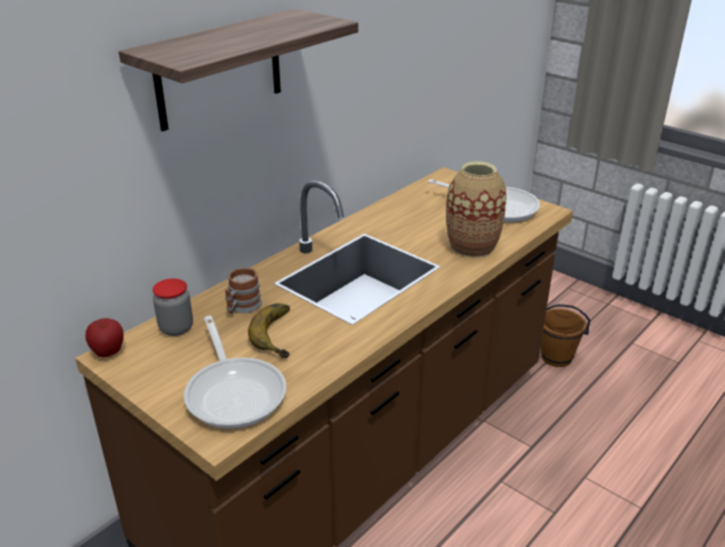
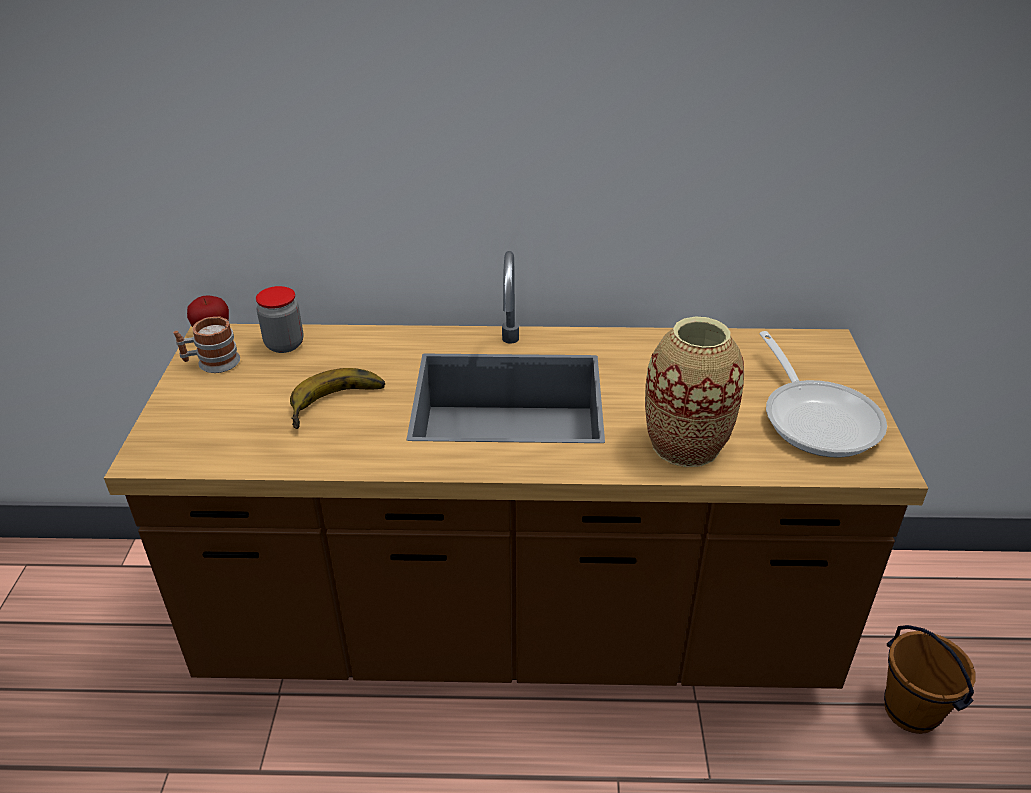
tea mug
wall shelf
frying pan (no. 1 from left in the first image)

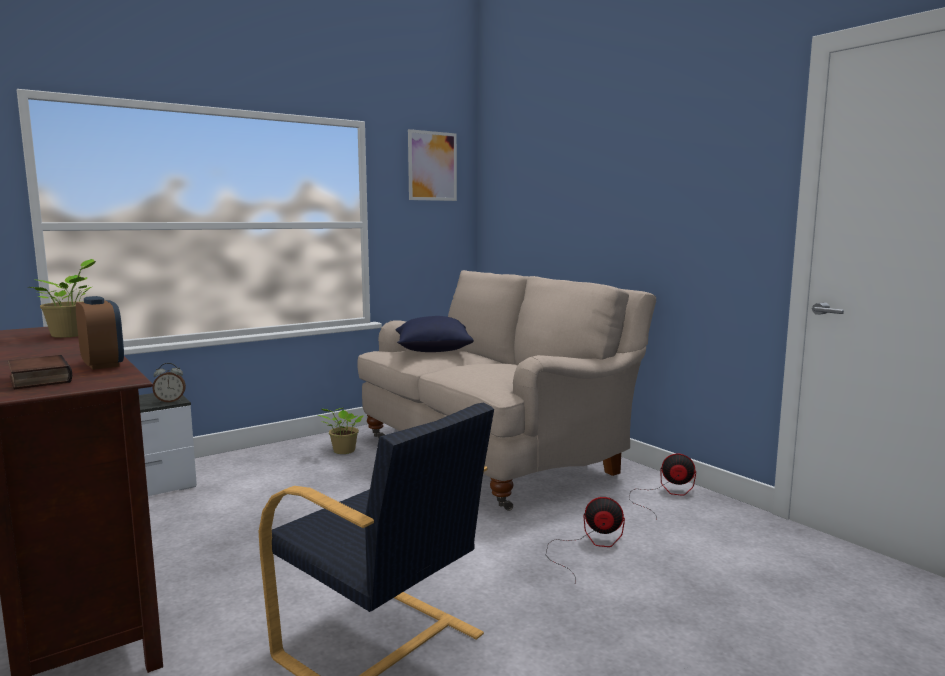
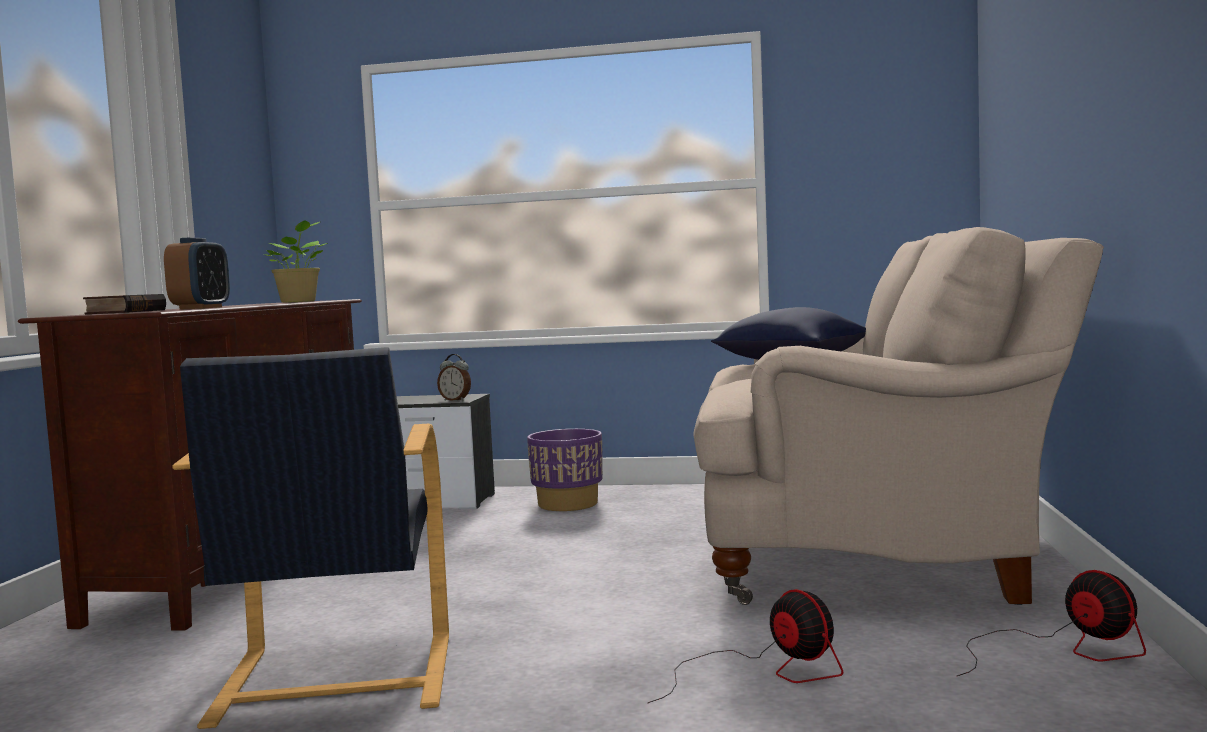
planter (purple)
potted plant (no. 2 from left in the first image)
picture

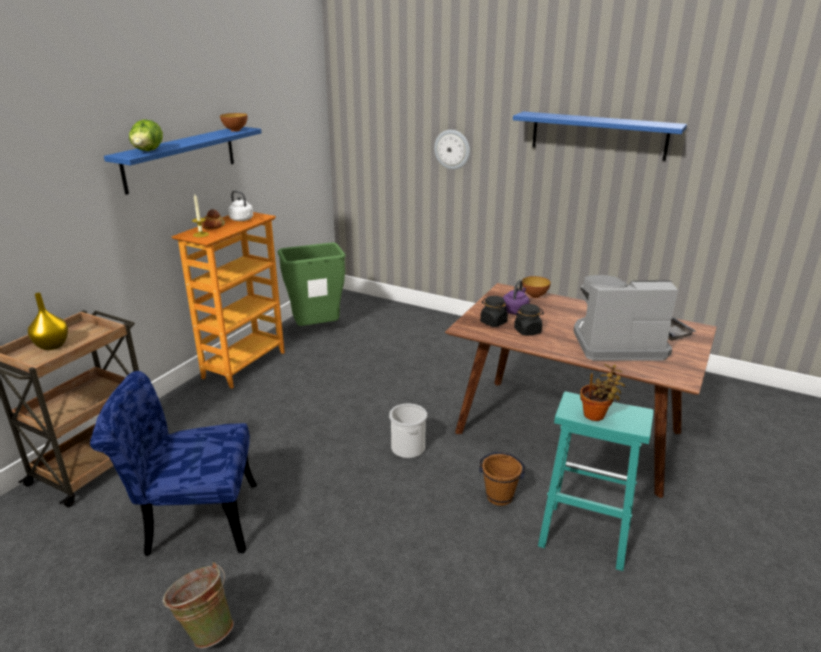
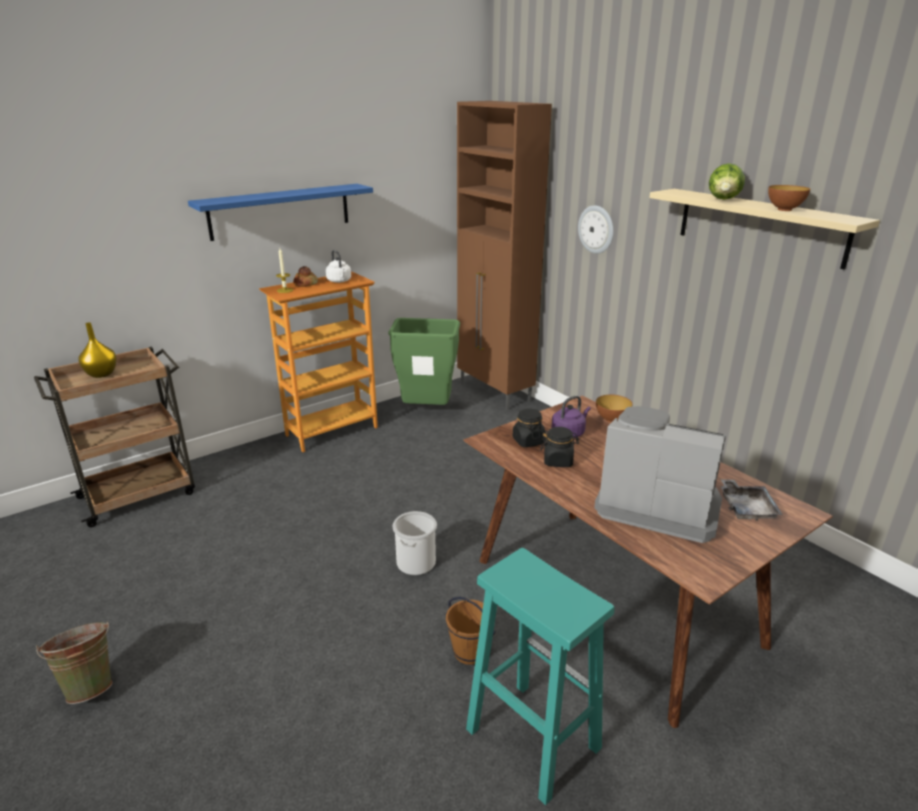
cabinet (brown-coloured)
wall shelf (sand-coloured)
lettuce head
bowl (no. 2 from left)
upright chair (blue-coloured)
potted plant

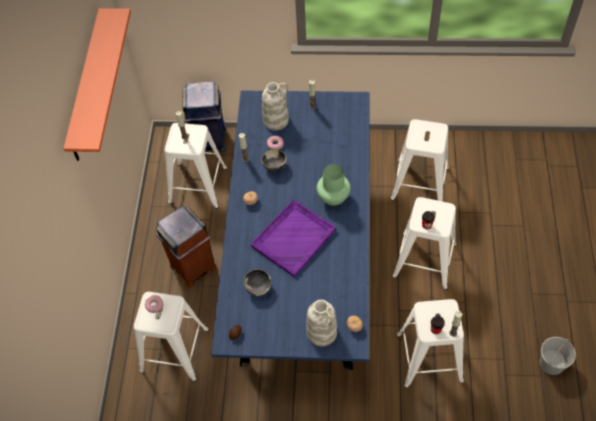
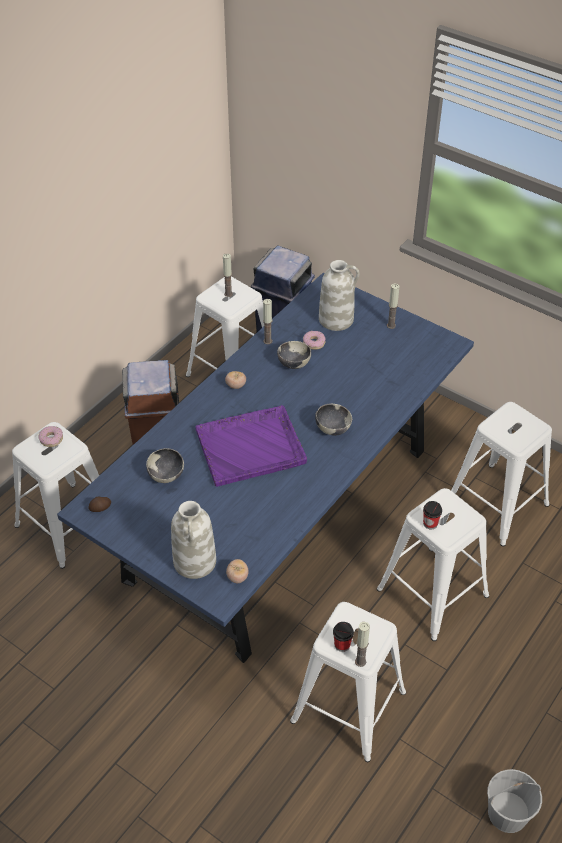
bowl (no. 3 from left)
wall shelf

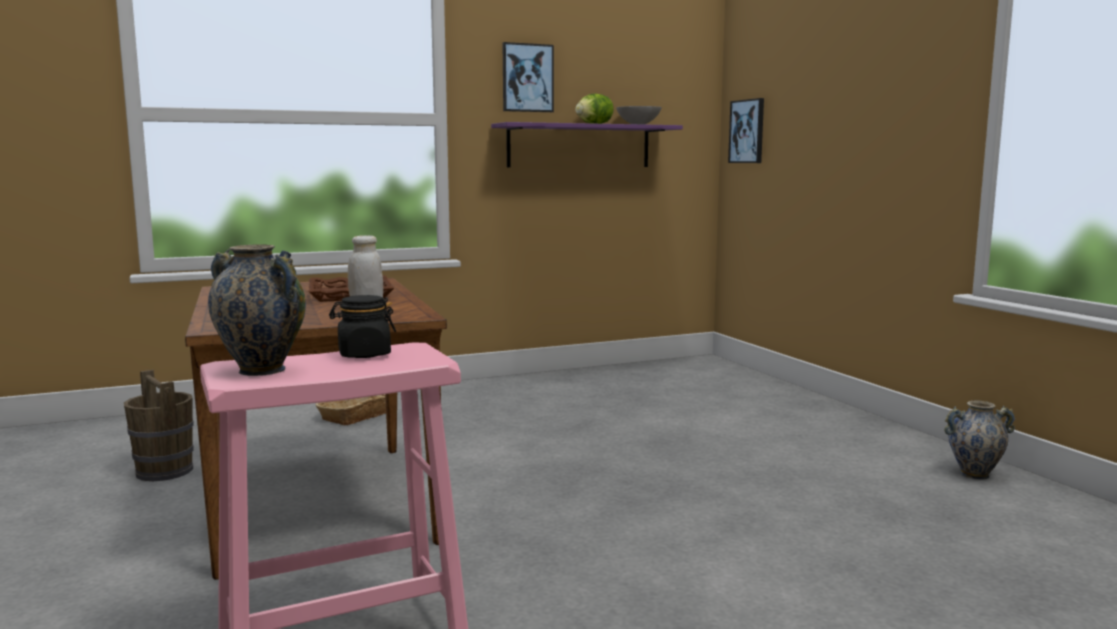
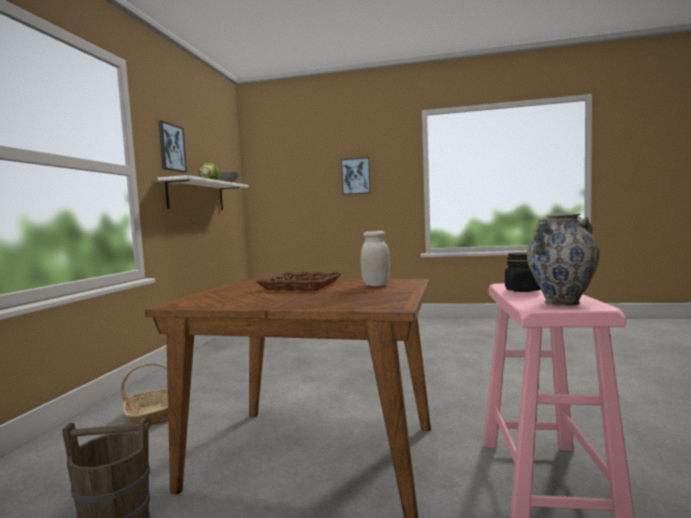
wall shelf (whitish)
picture (no. 2 from left)
decorative vase (no. 2 from left in the first image)

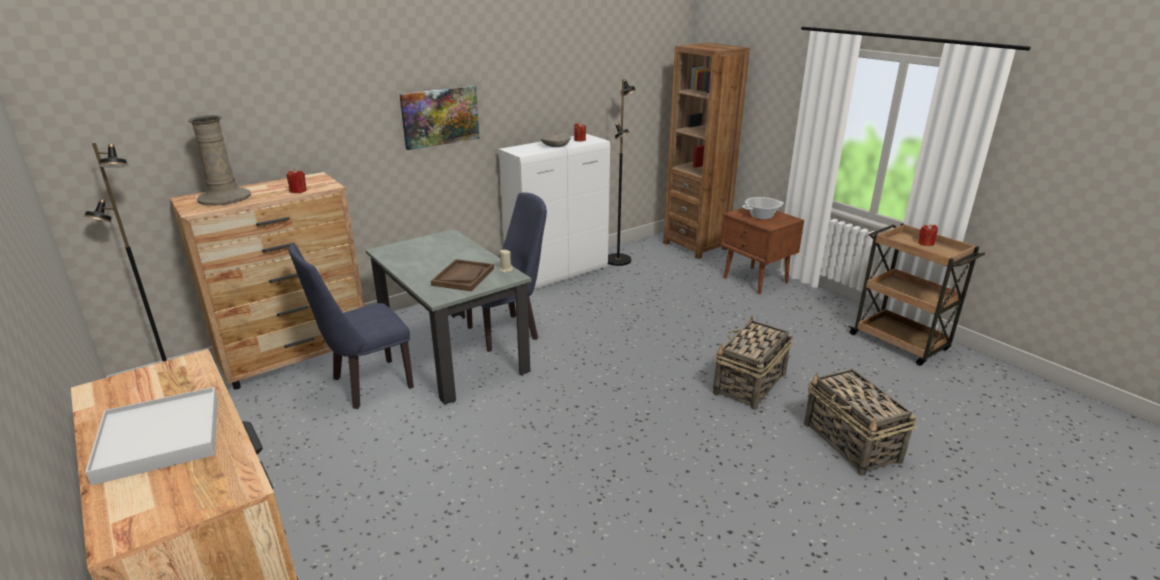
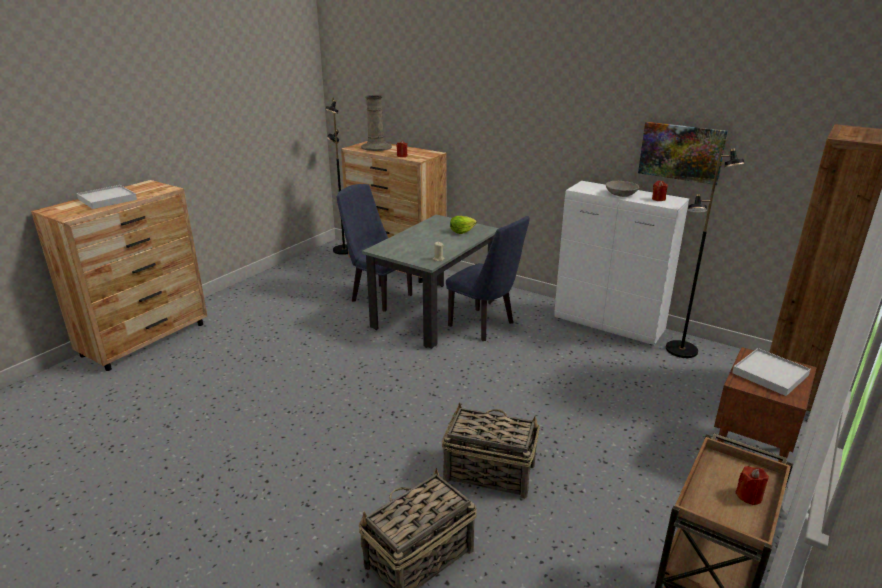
lettuce head
picture
tray (whitish) (no. 2 from left)
tray (brown-coloured)

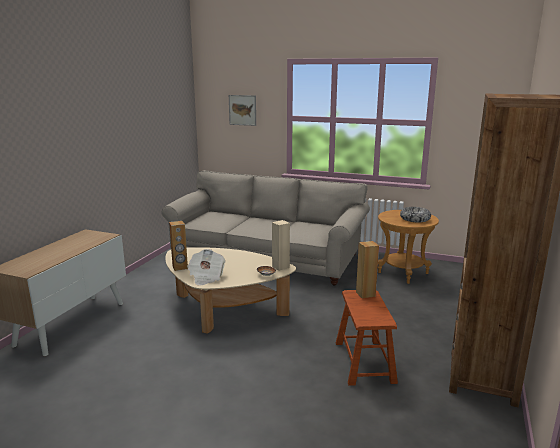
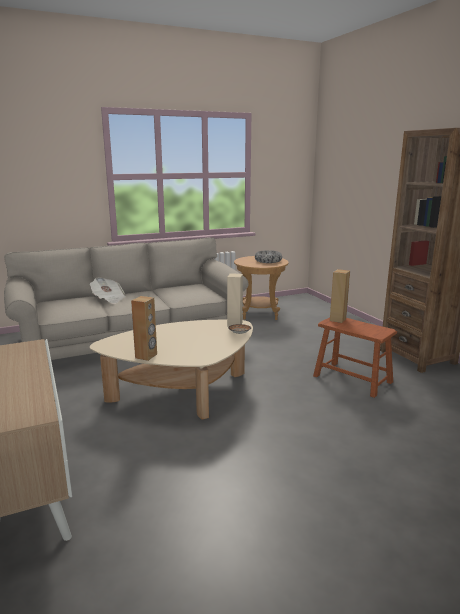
daily paper
picture

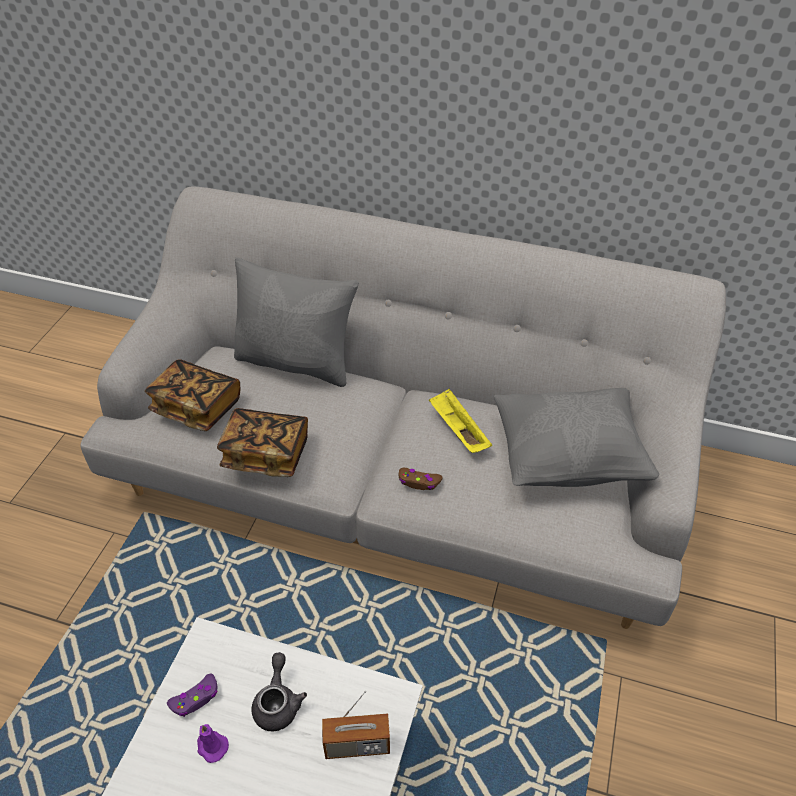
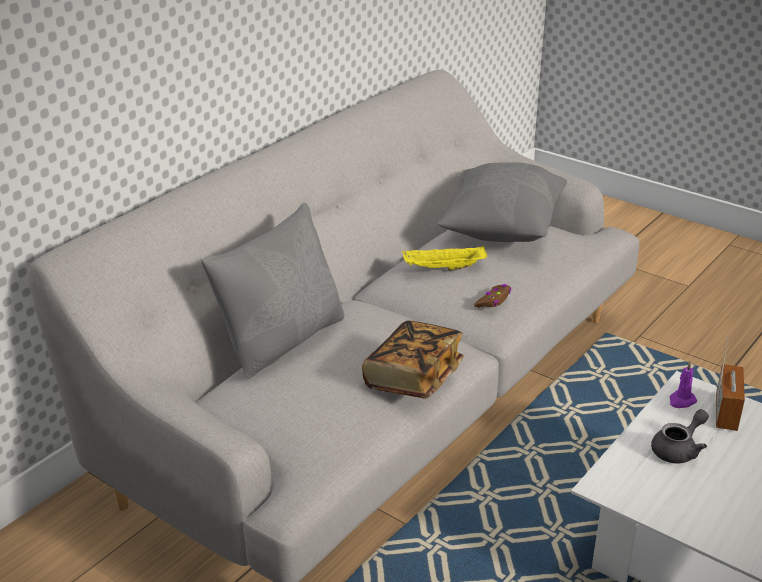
pot for tea (grey)
wax candle (purple)
bound book (no. 1 from left in the first image)
gamepad (purple)

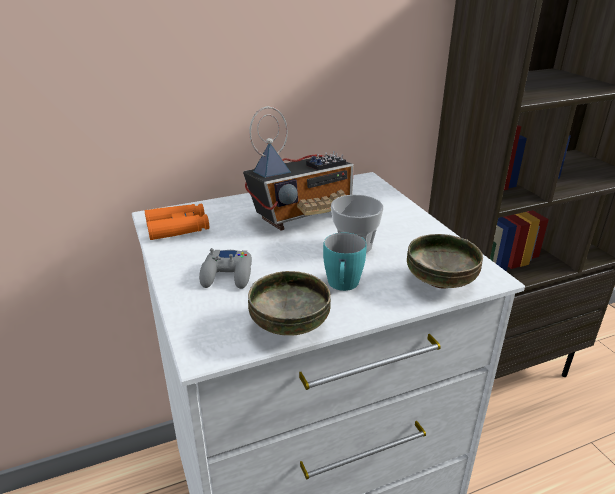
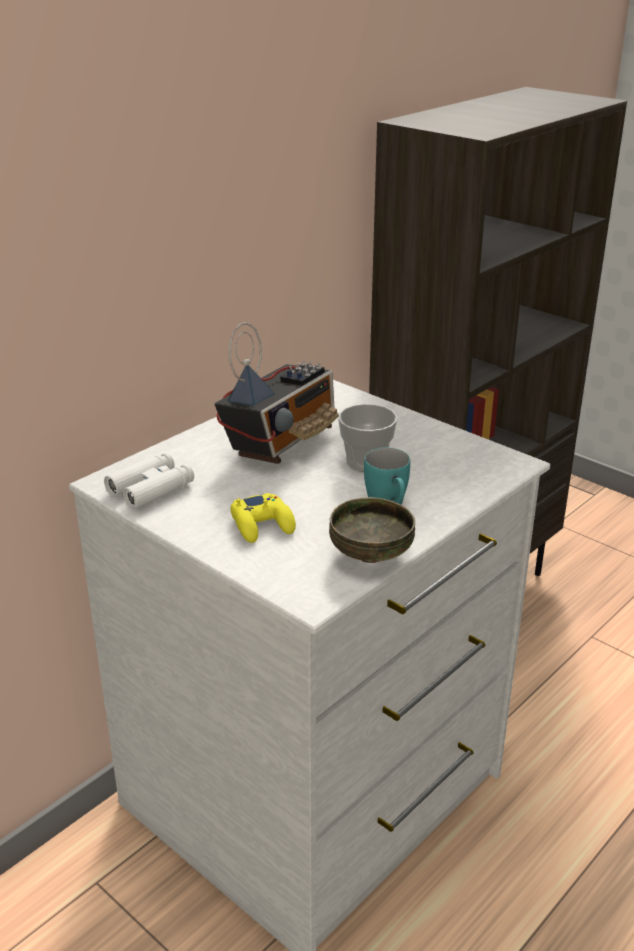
binoculars (whitish)
gamepad (yellow-coloured)
bowl (no. 2 from left in the first image)

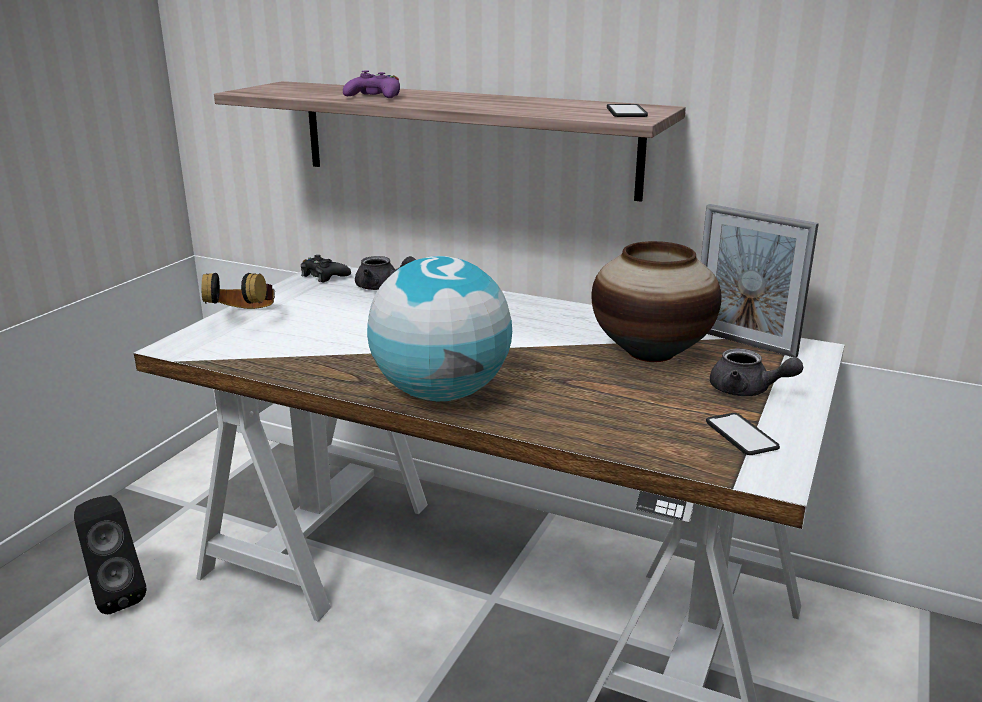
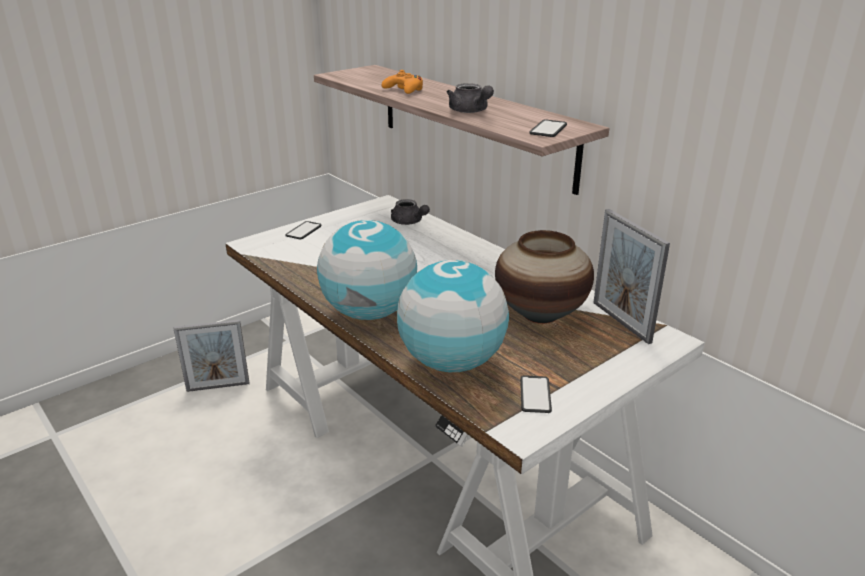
standing frame (no. 1 from left)
handset (no. 1 from left)
gamepad (orange-coloured)
desk globe (no. 2 from left)
pot for tea (grey) (no. 2 from left)
gamepad (black)

